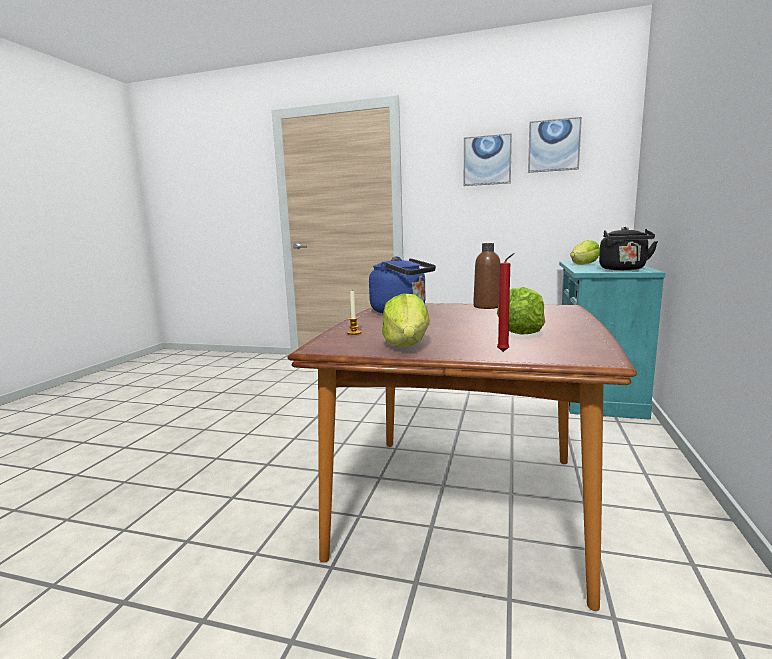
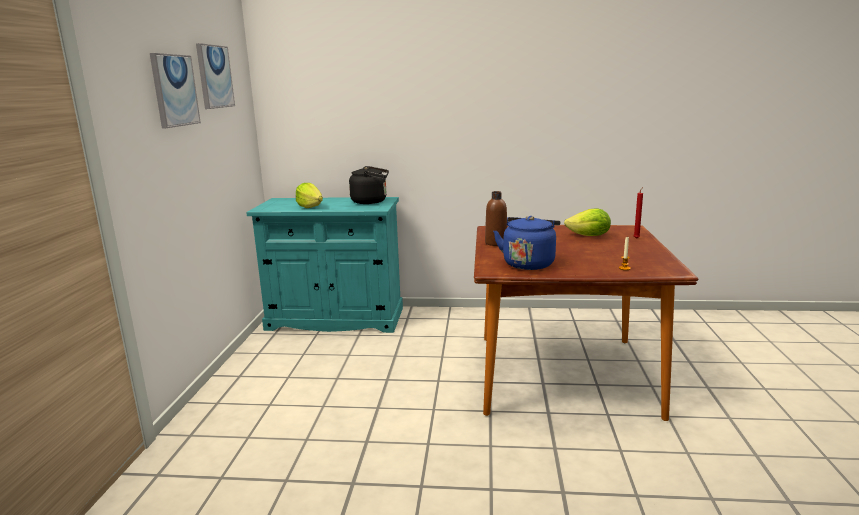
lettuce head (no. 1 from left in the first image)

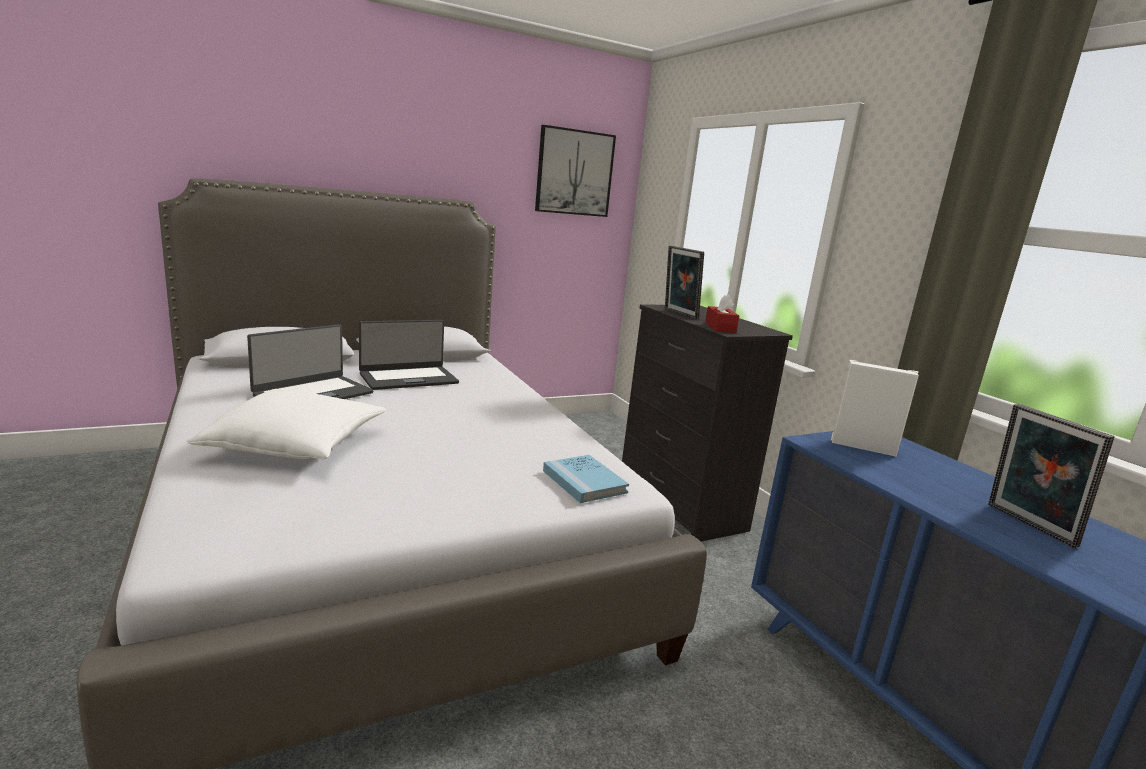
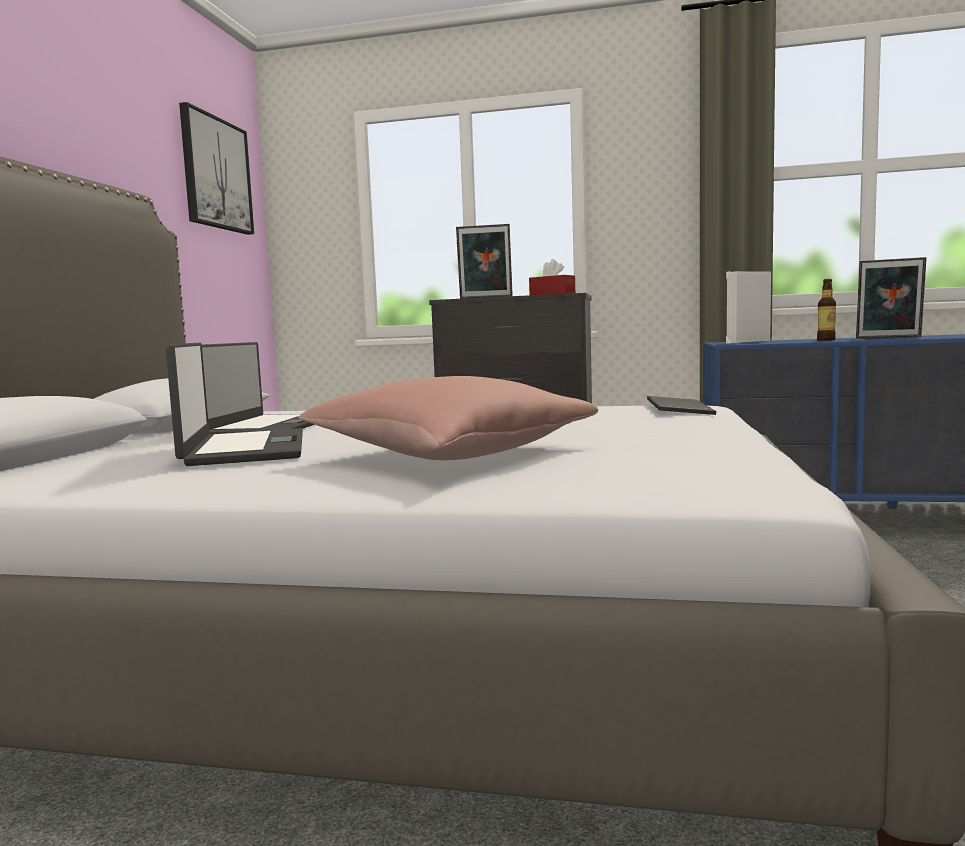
throw pillow (pink-coloured)
PC keyboard
bottle

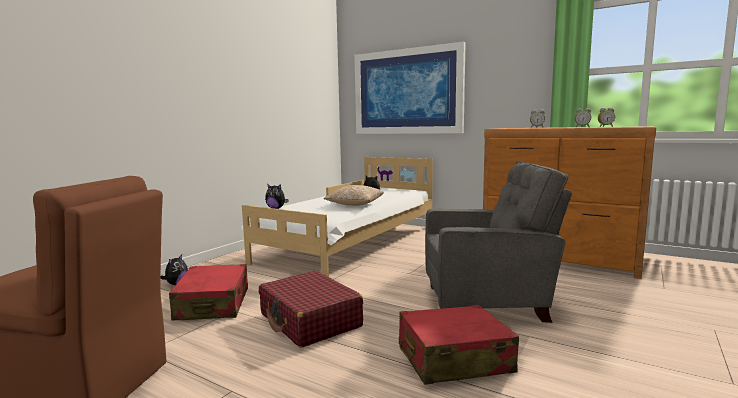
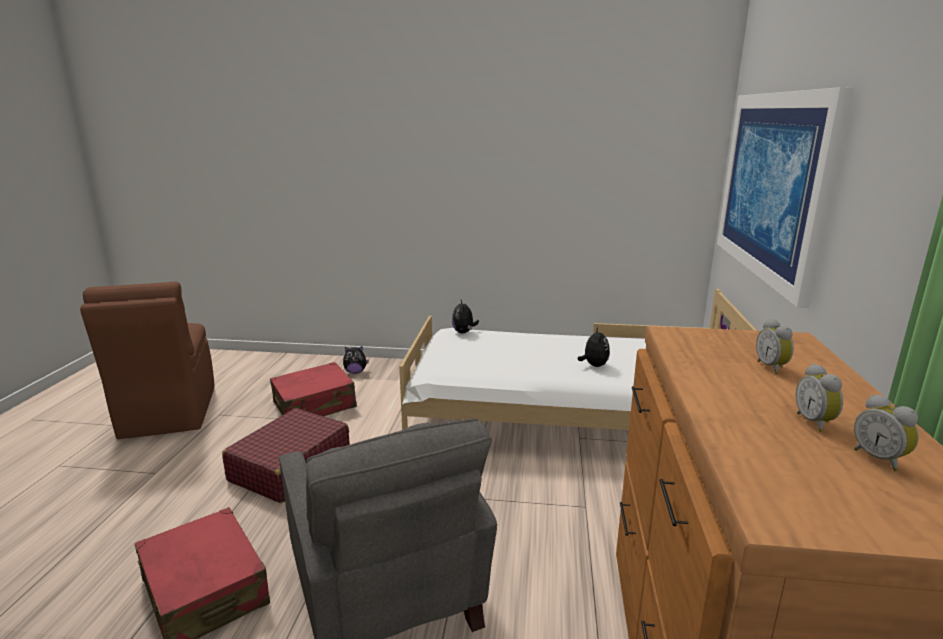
throw pillow

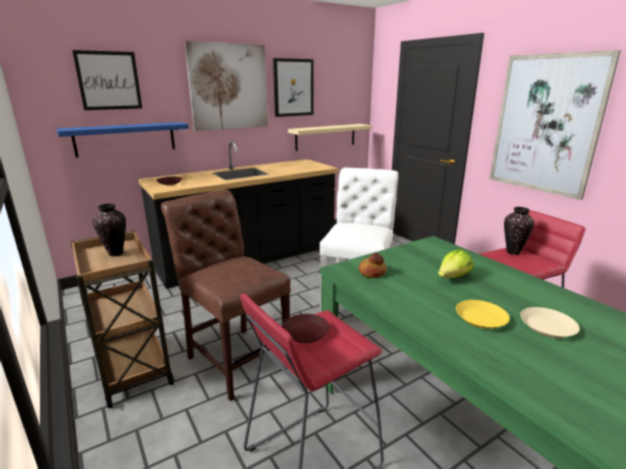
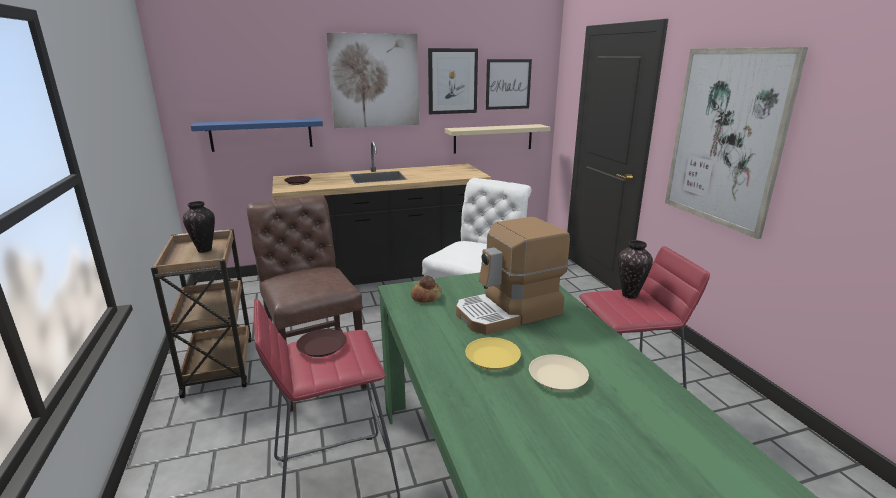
coffee maker
picture (no. 3 from left)

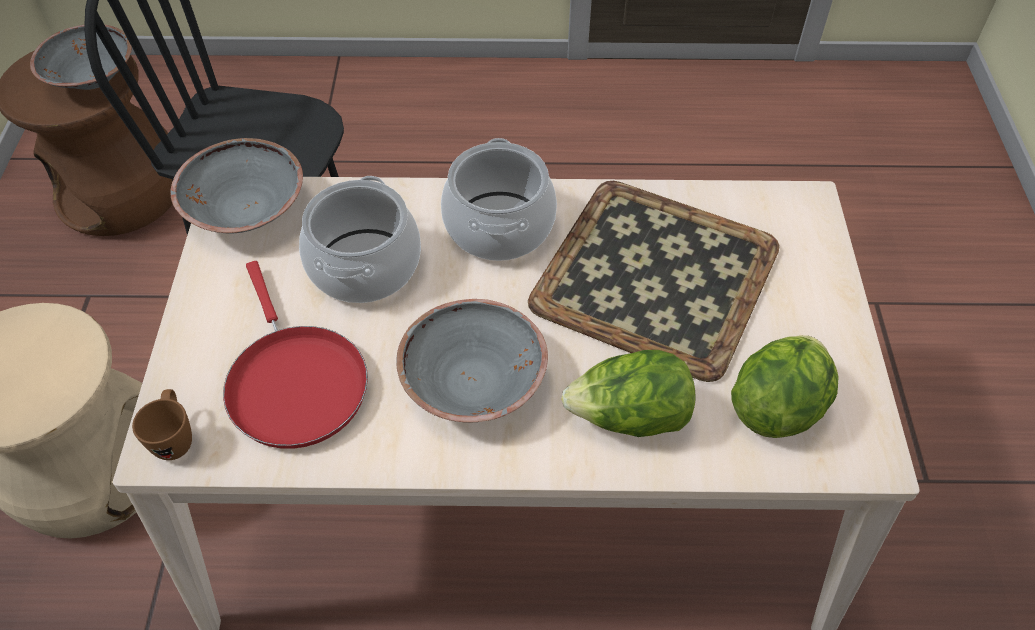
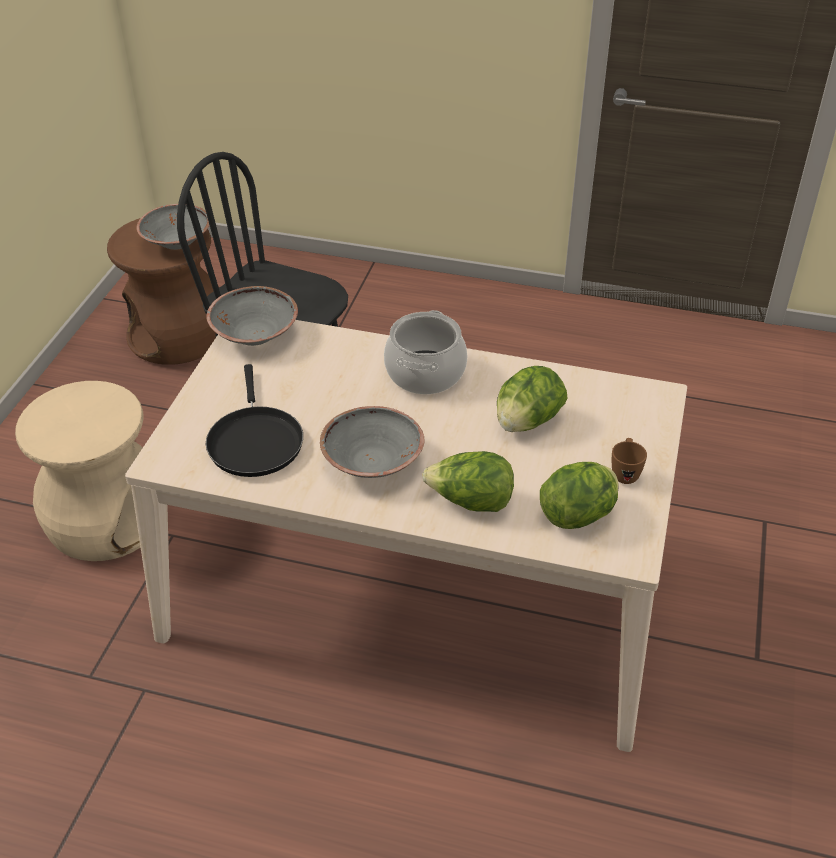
frying pan (black)
lettuce head (no. 2 from left)
tea mug (brown-coloured)
saucepot (no. 1 from left in the first image)

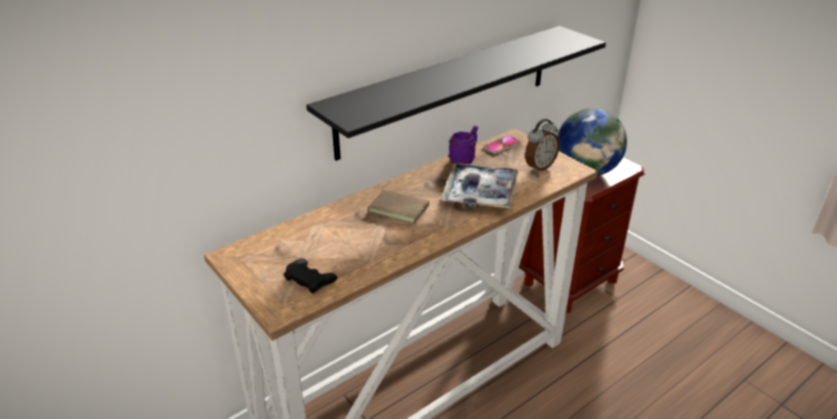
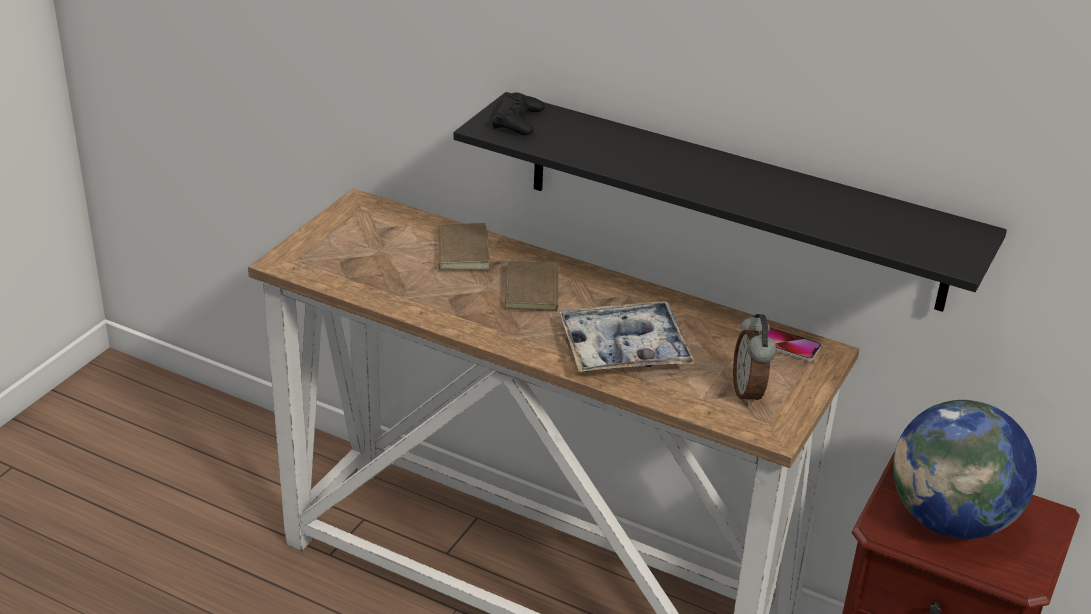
bound book (brown-coloured) (no. 1 from left)
gamepad (black)
bedside clock
tea mug (purple)

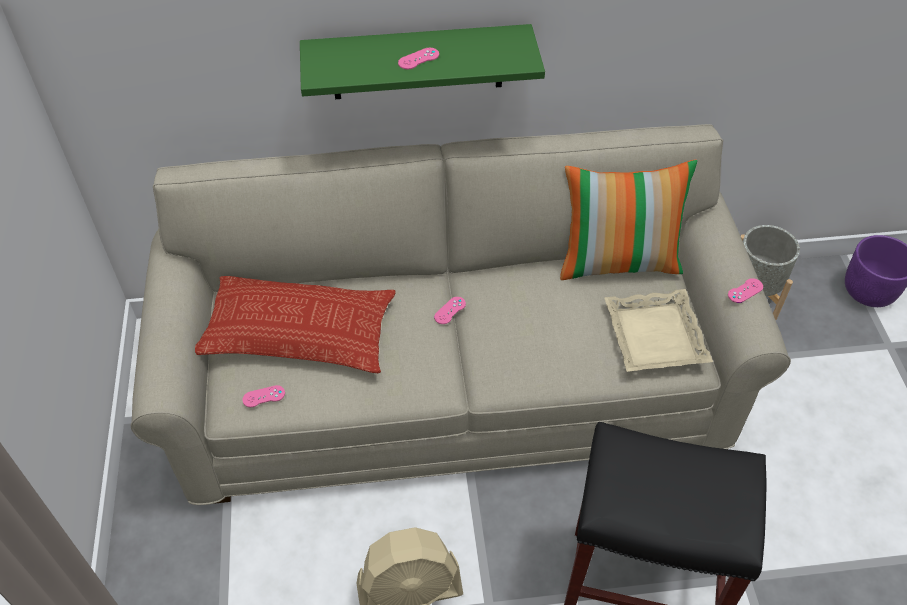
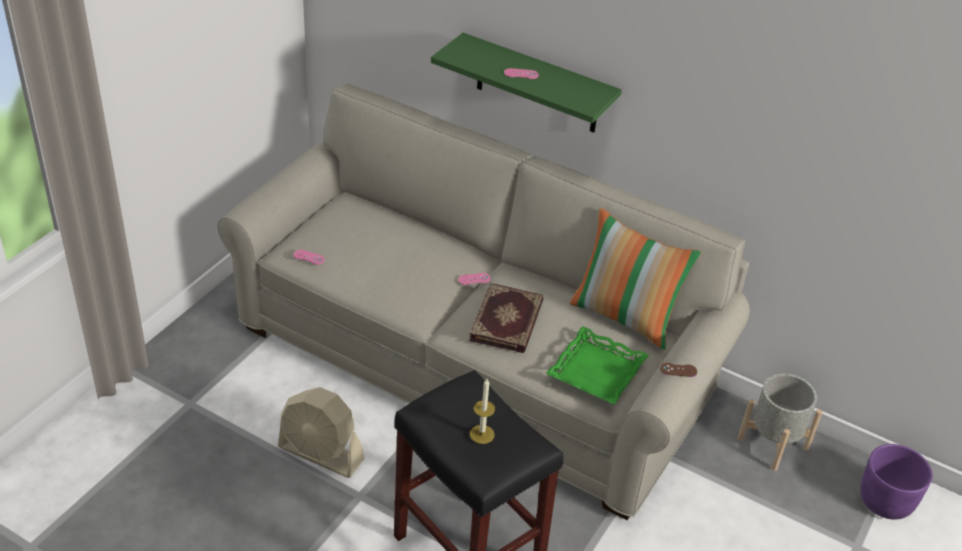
bound book
wax candle
tray (green-coloured)
gamepad (brown-coloured)
throw pillow (no. 1 from left in the first image)

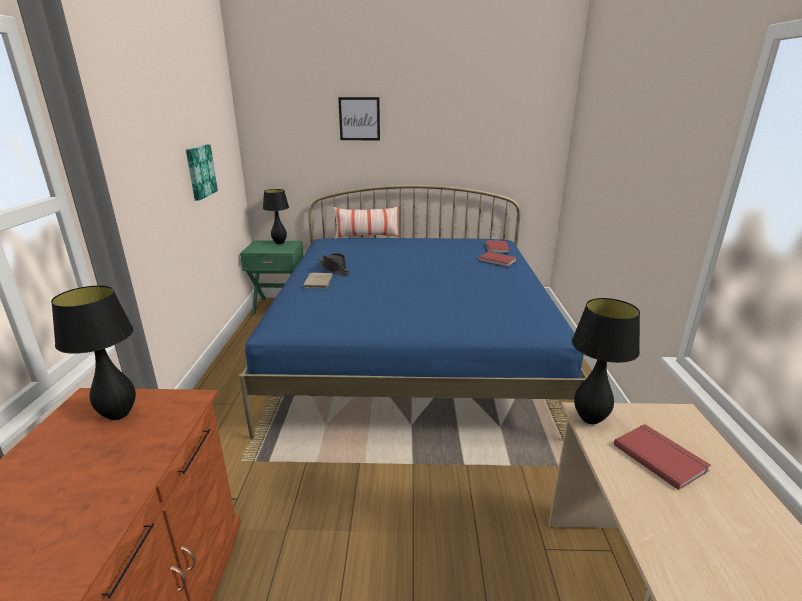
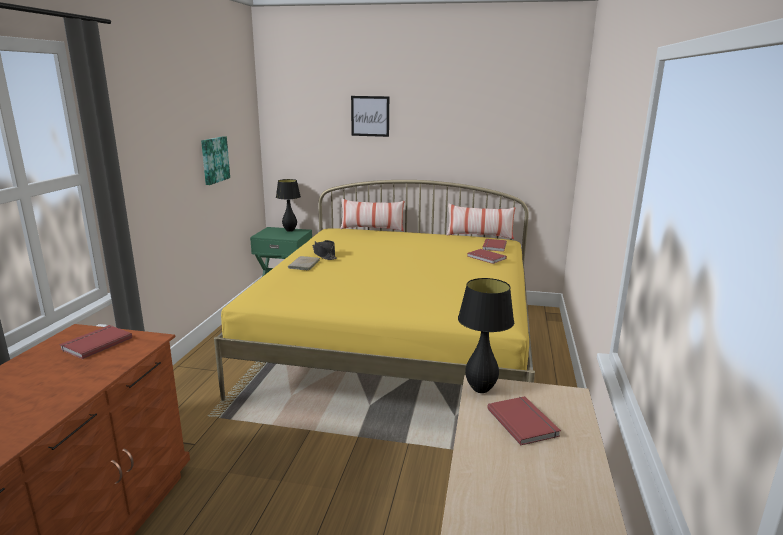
bound book (red-coloured) (no. 1 from left)
sleeping bed (yellow-coloured)
throw pillow (no. 2 from left)

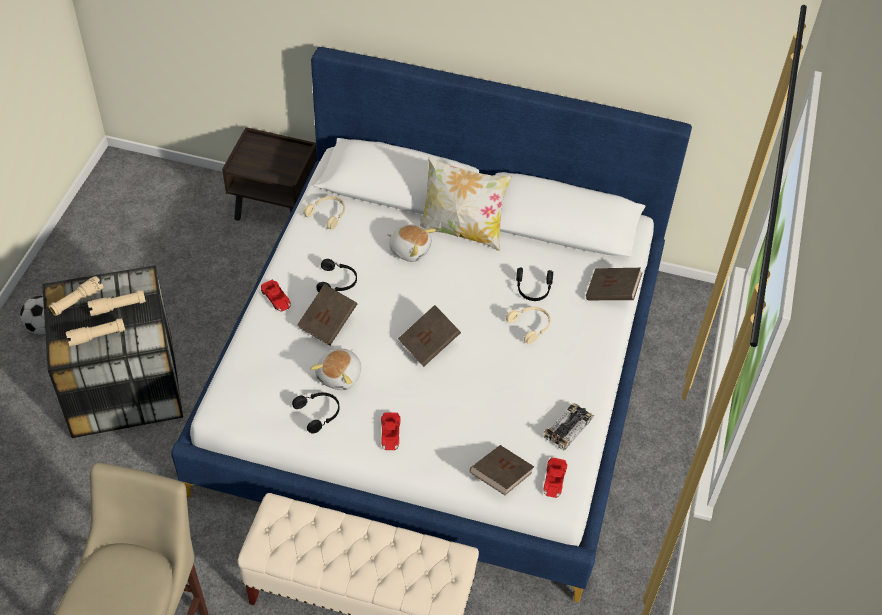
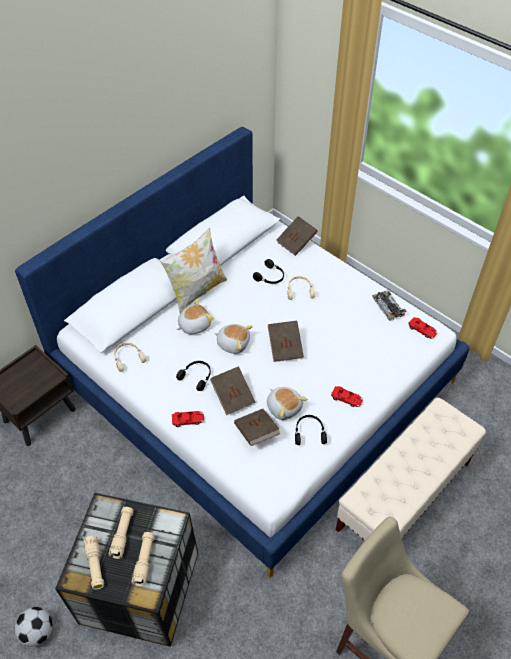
cuddly toy (no. 2 from left)
bound book (brown-coloured) (no. 2 from left)

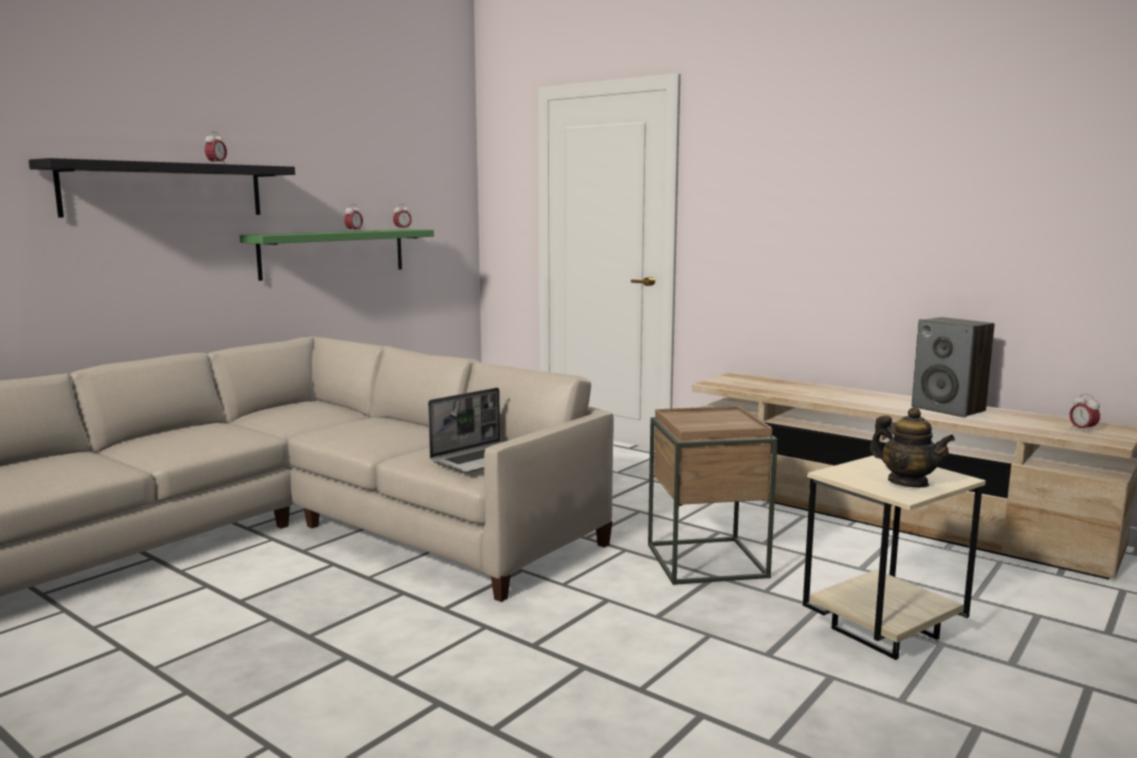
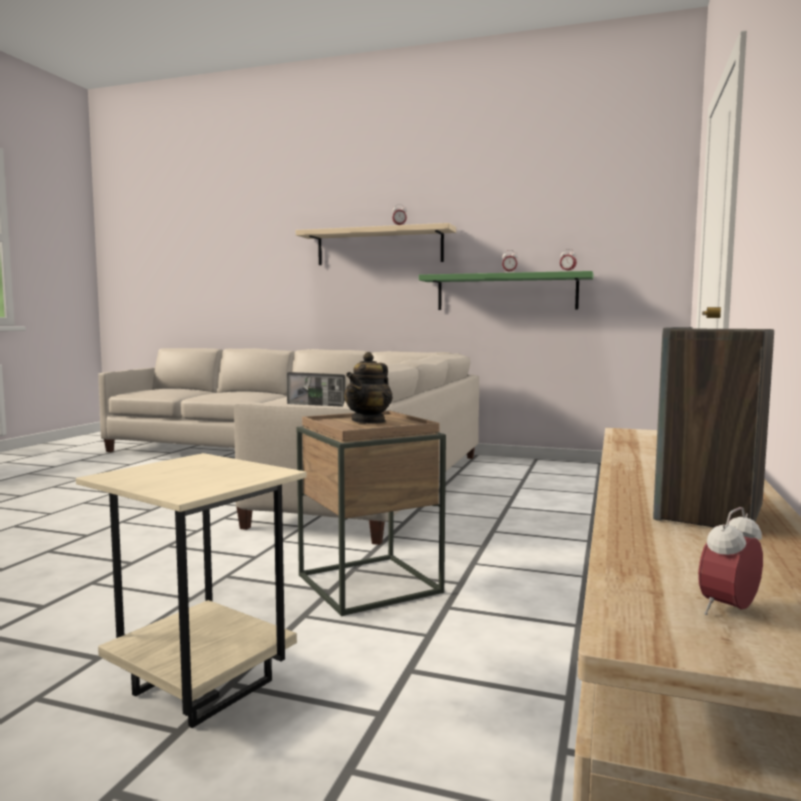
wall shelf (sand-coloured)
pot for tea

